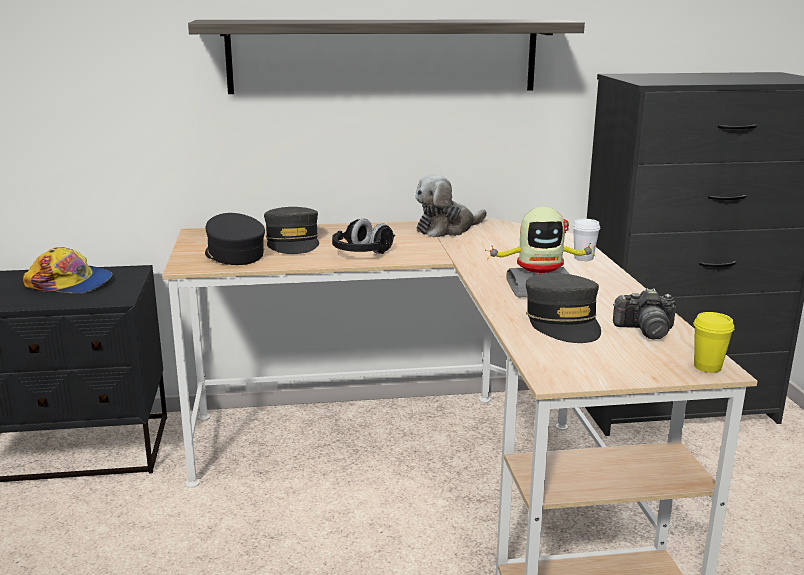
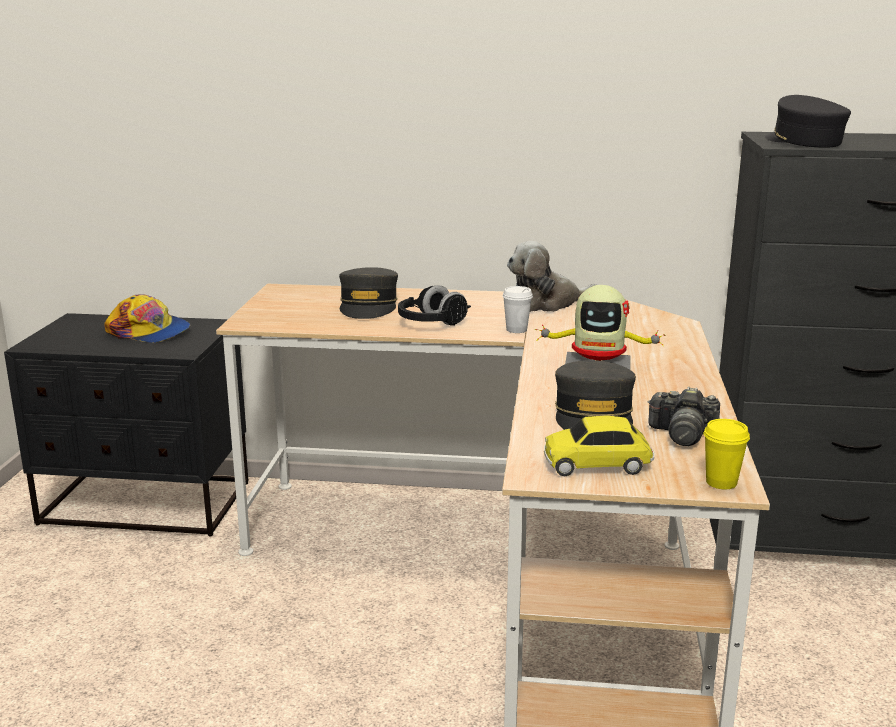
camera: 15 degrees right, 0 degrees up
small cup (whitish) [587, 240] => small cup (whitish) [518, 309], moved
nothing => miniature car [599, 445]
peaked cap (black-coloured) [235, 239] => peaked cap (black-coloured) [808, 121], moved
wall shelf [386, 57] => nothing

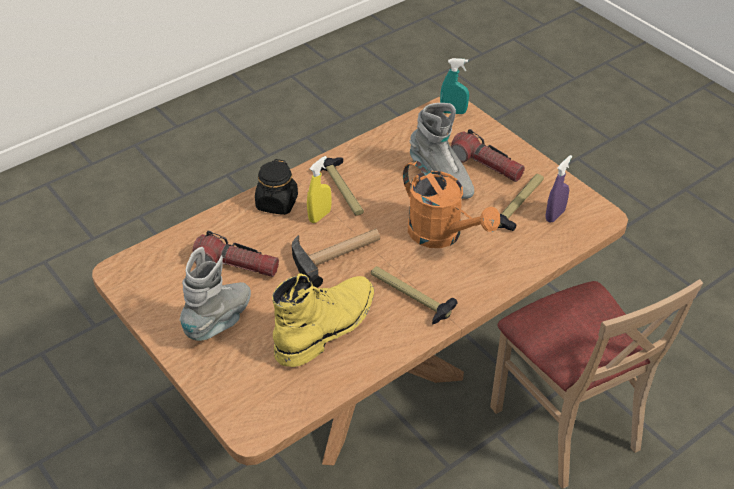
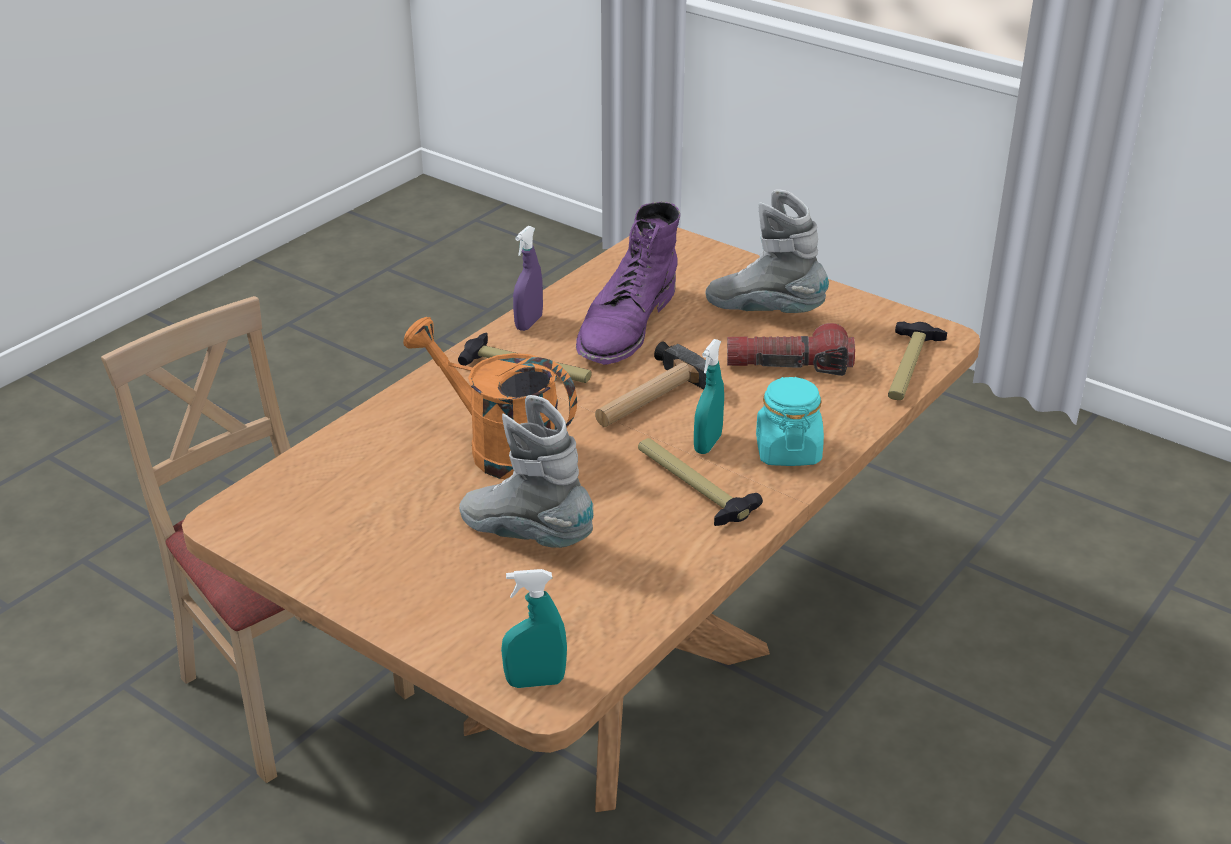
camera: 165 degrees right, 10 degrees down
sprayer (purplish) [559, 188] => sprayer (purplish) [528, 278], moved
tall boot (yellow-coloured) [323, 320] => tall boot (purplish) [628, 283]
sprayer (yellow-coloured) [319, 189] => sprayer (blue-green) [709, 396]
tall boot (grey) [215, 294] => tall boot (grey) [767, 251], 105 degrees clockwise
storage jar (black-coloured) [276, 187] => storage jar (blue-green) [790, 421]
hammer [521, 202] => hammer [917, 361], moved
flashlight [488, 155] => nothing

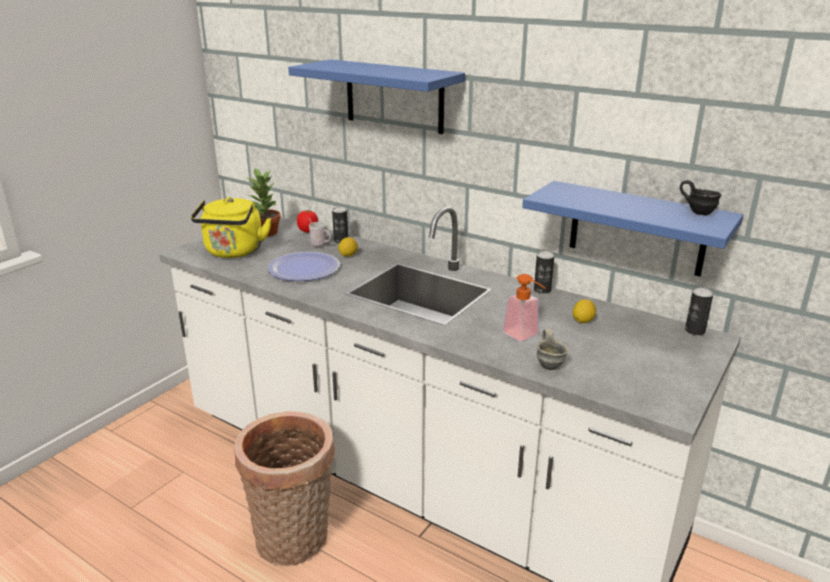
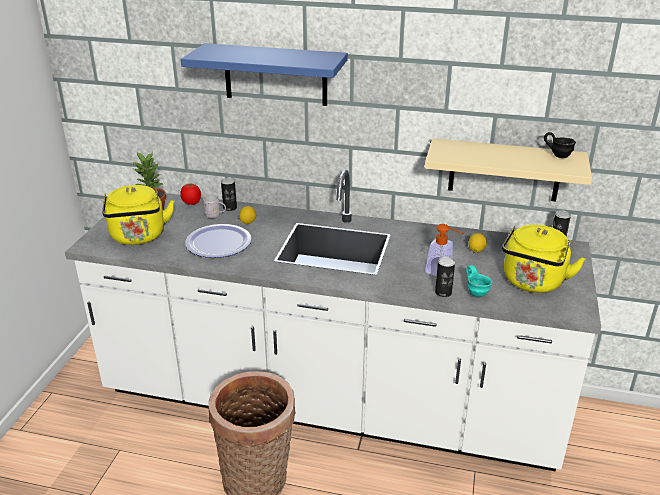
camera: 20 degrees left, 5 degrees up
wall shelf (bluish) [633, 228] => wall shelf (beige) [508, 170]
sealed can [544, 272] => sealed can [445, 277], moved
tea mug (grey) [553, 349] => tea mug (blue-green) [479, 281]
nothing => tea kettle (yellow-coloured) [543, 259]

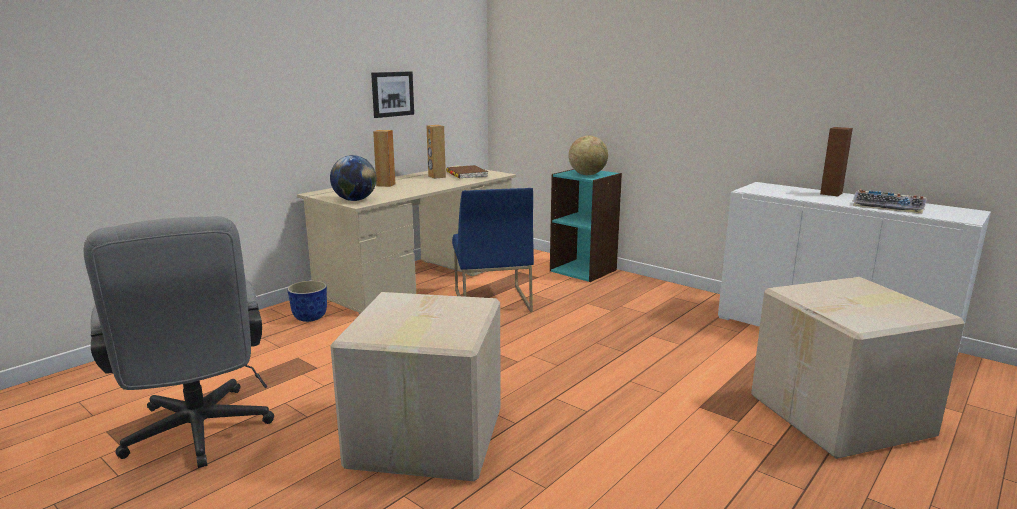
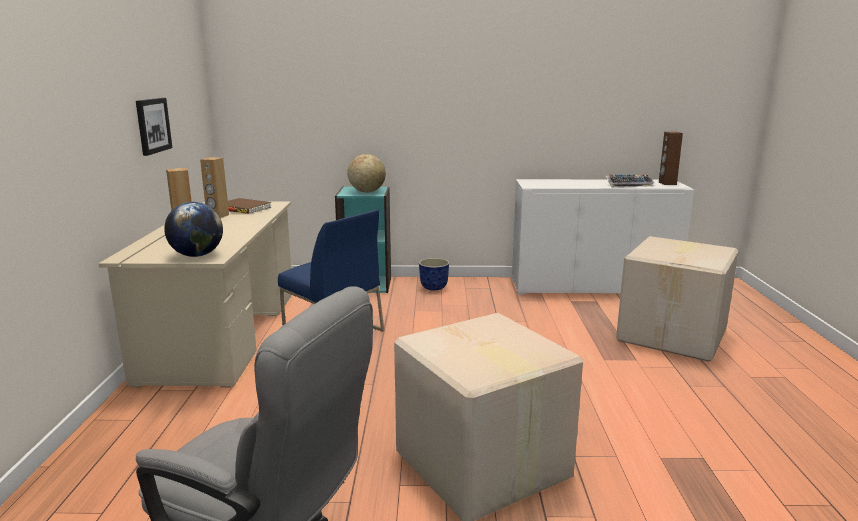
camera: 40 degrees left, 0 degrees up
planter [307, 301] => planter [434, 274], moved
loudspeaker (brown) [836, 161] => loudspeaker (brown) [671, 158], moved

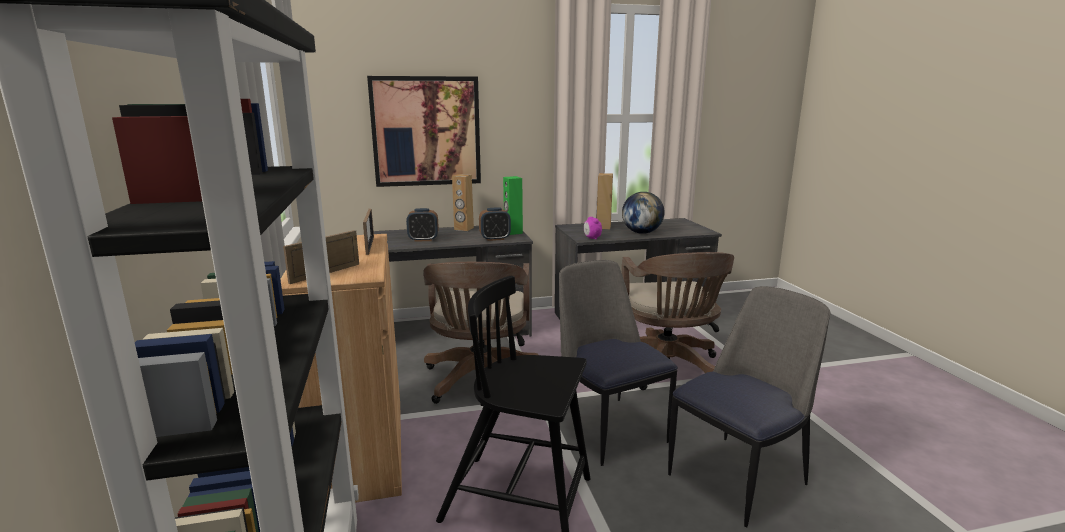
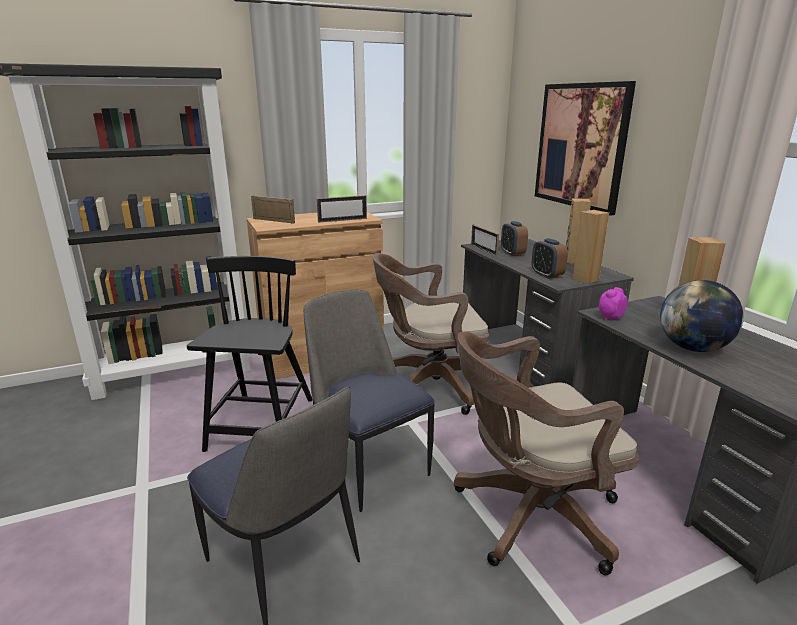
camera: 80 degrees right, 5 degrees up
chair [618, 363] => chair [369, 400], 90 degrees counterclockwise
nothing => picture frame [485, 240]
loudspeaker (green-coloured) [513, 205] => loudspeaker (brown) [591, 247]

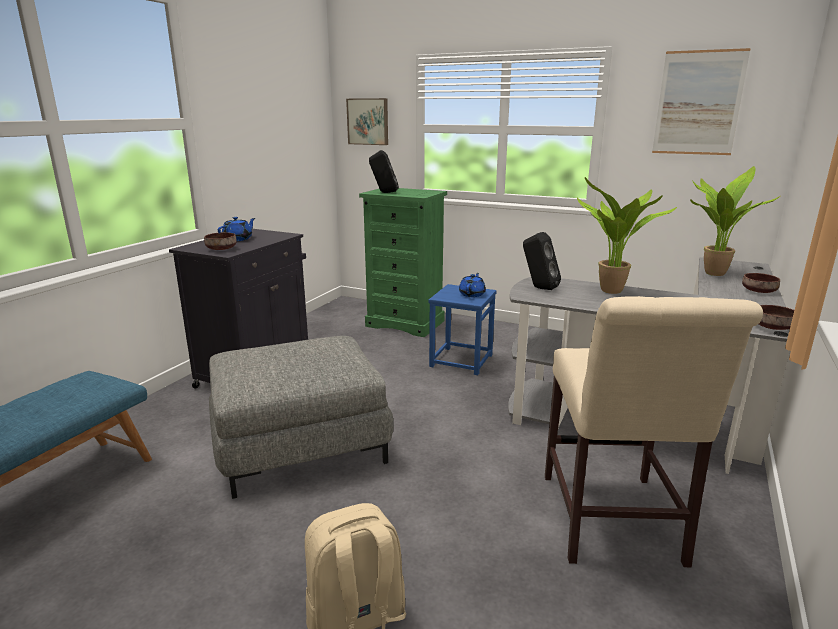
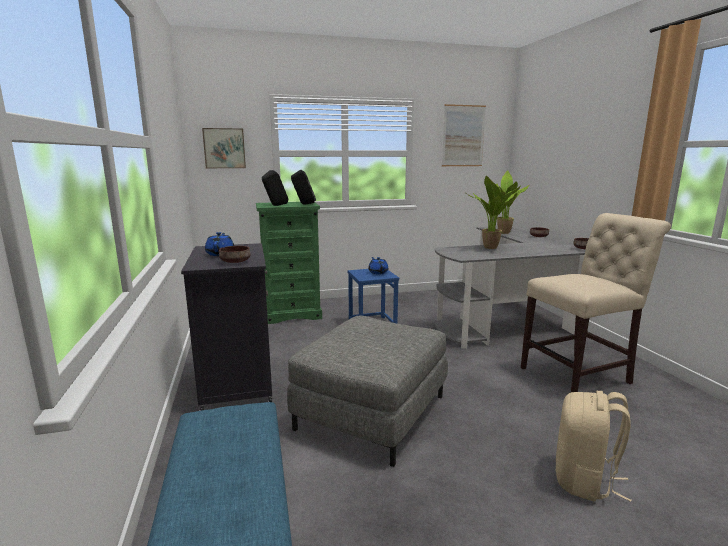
camera: 40 degrees left, 5 degrees down
loudspeaker (black-coloured) [542, 261] => loudspeaker (black-coloured) [303, 187], moved
chair (beige) [654, 431] => chair (beige) [596, 302], 75 degrees counterclockwise

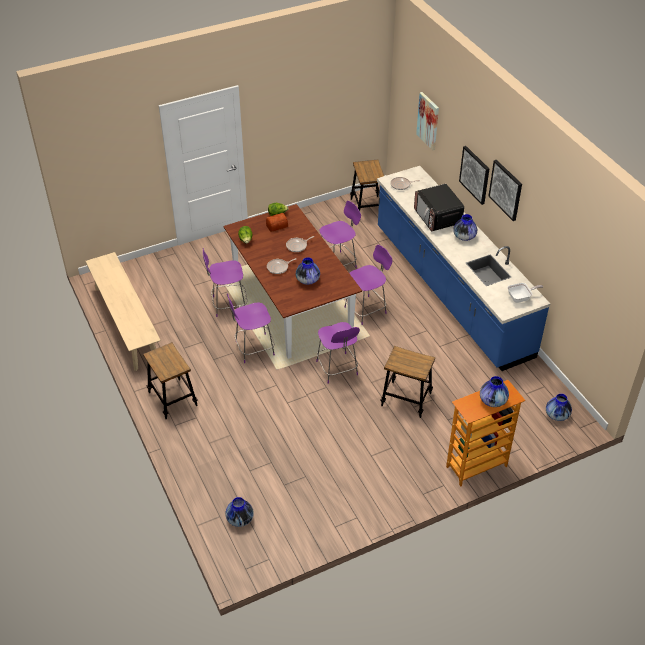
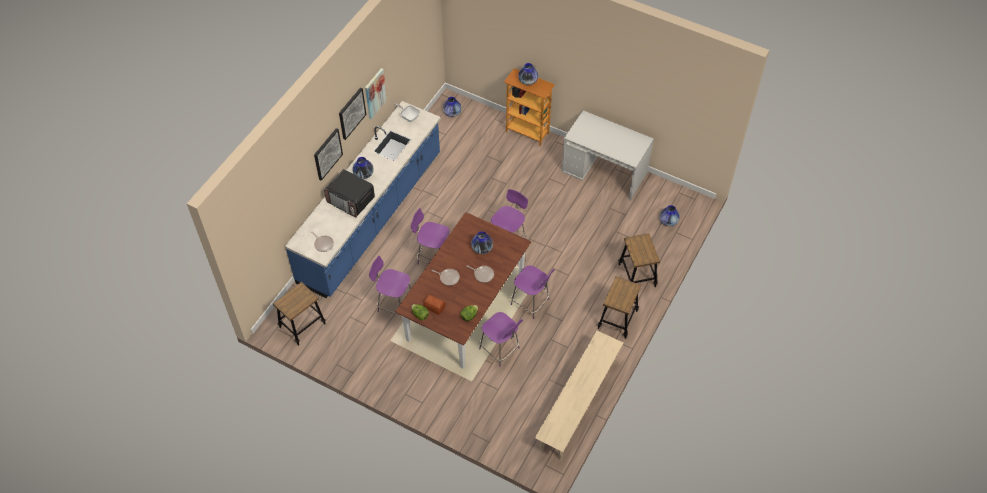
camera: 125 degrees left, 10 degrees up
microwave oven [439, 207] => microwave oven [349, 193], 90 degrees clockwise
picture [427, 121] => picture [376, 93], moved
nothing => desk table (whitish) [608, 155]
stool seat [407, 382] => stool seat [639, 260], moved

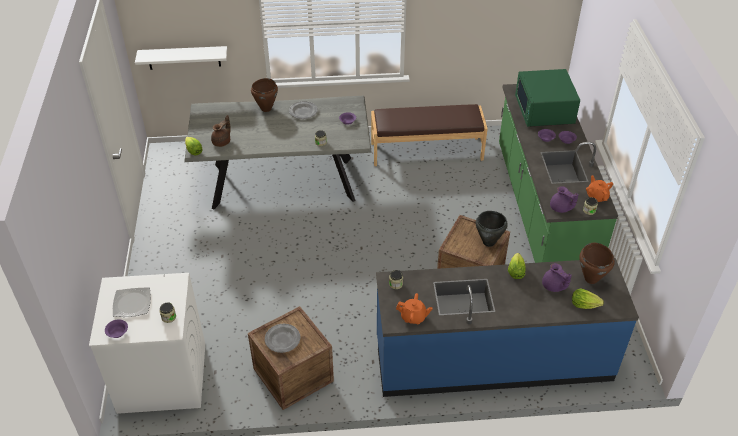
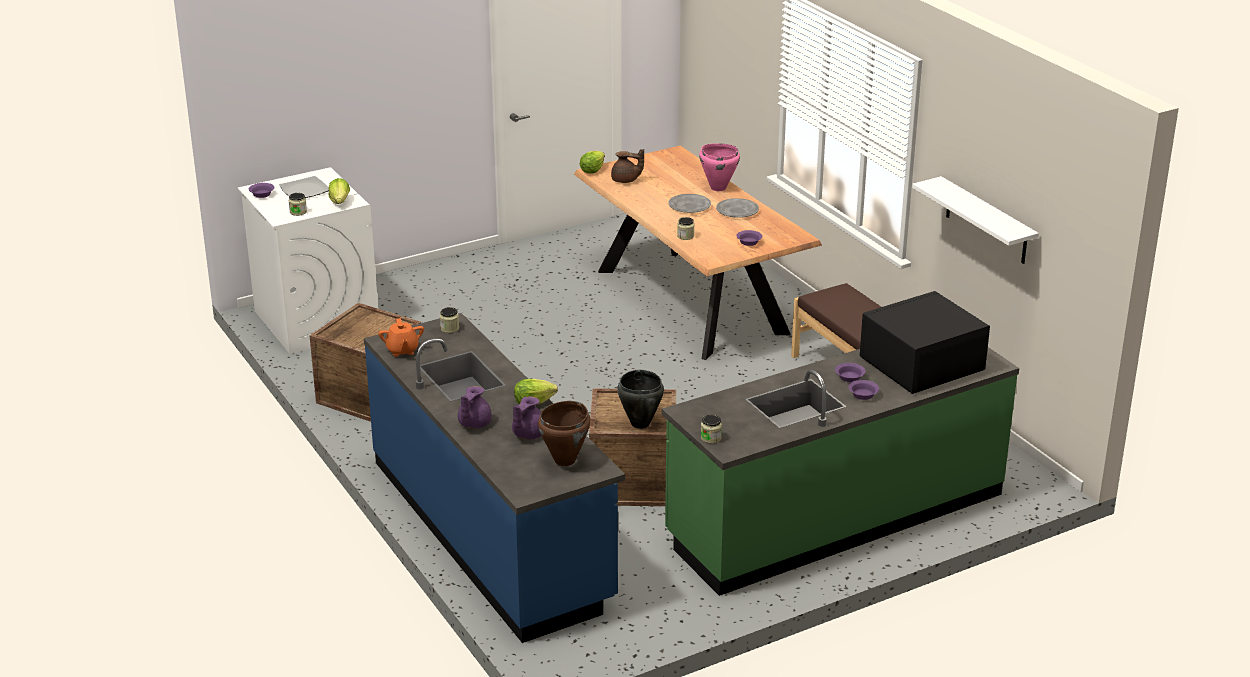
camera: 65 degrees right, 15 degrees down
lettuce [588, 298] => lettuce [339, 191], moved
teapot (purplish) [564, 199] => teapot (purplish) [475, 407], moved
kitchen table (grey) [278, 152] => kitchen table (brown) [698, 253]
flat dish (grey) [282, 338] => flat dish (grey) [689, 203], moved
stockpot (brown) [264, 95] => stockpot (pink) [719, 167]
microwave oven (green-coloured) [547, 98] => microwave oven (black-coloured) [925, 342]
wall shelf (whitish) [181, 58] => wall shelf (whitish) [975, 220], moved
teapot (orange) [599, 188] => nothing

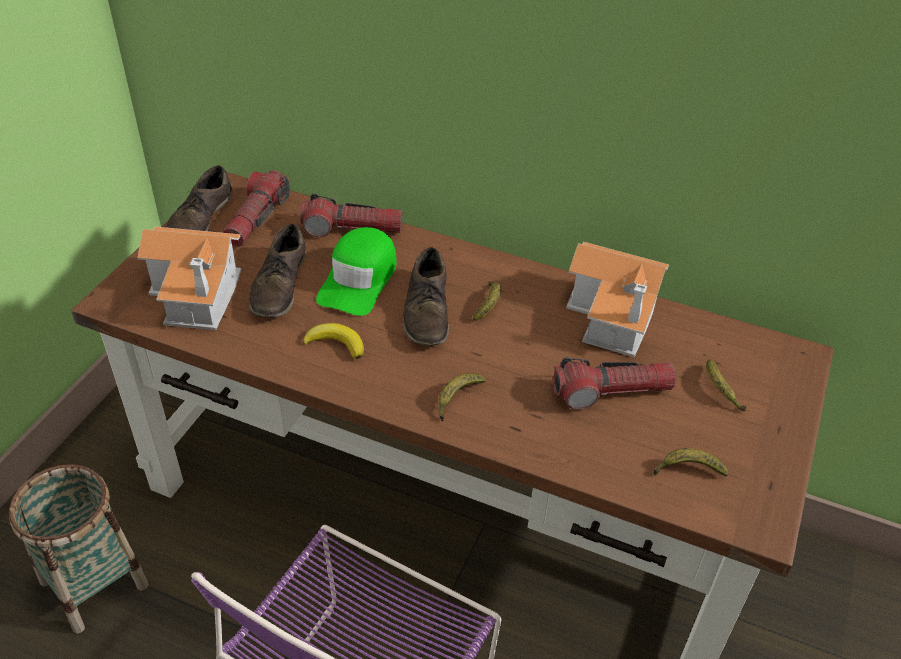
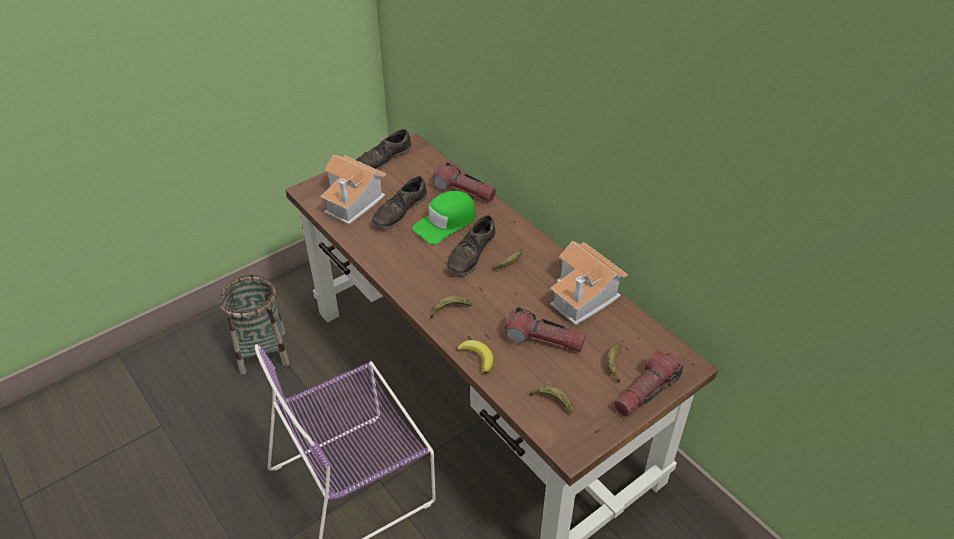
camera: 30 degrees right, 0 degrees up
whole banana [333, 341] => whole banana [475, 357], moved
flashlight [256, 208] => flashlight [649, 383], moved

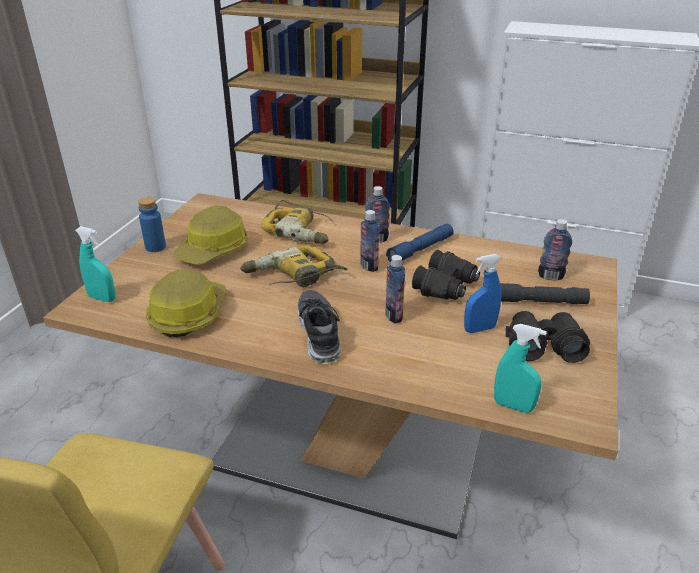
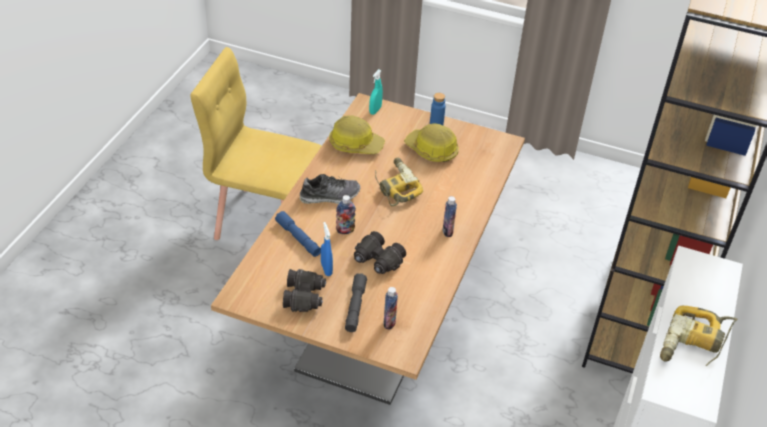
camera: 90 degrees right, 10 degrees up
flashlight (bluish) [420, 243] => flashlight (bluish) [298, 234], moved
electric drill [297, 222] => electric drill [698, 336], moved
beverage bottle [369, 241] => nothing
sprayer (blue-green) [520, 368] => nothing

